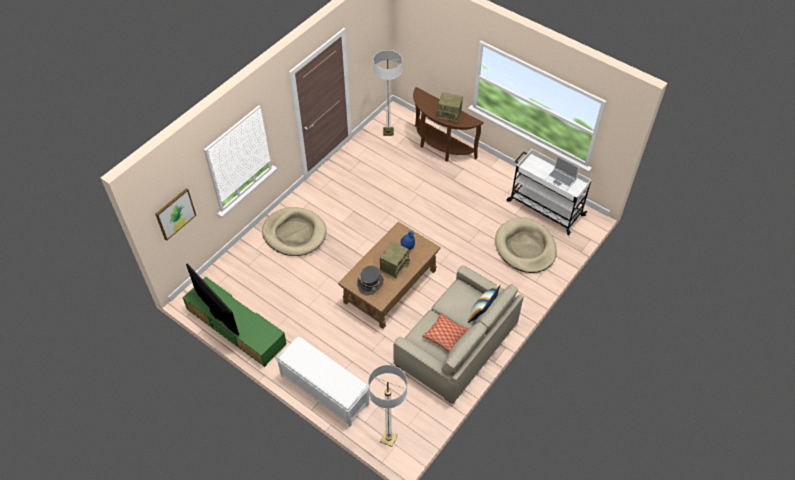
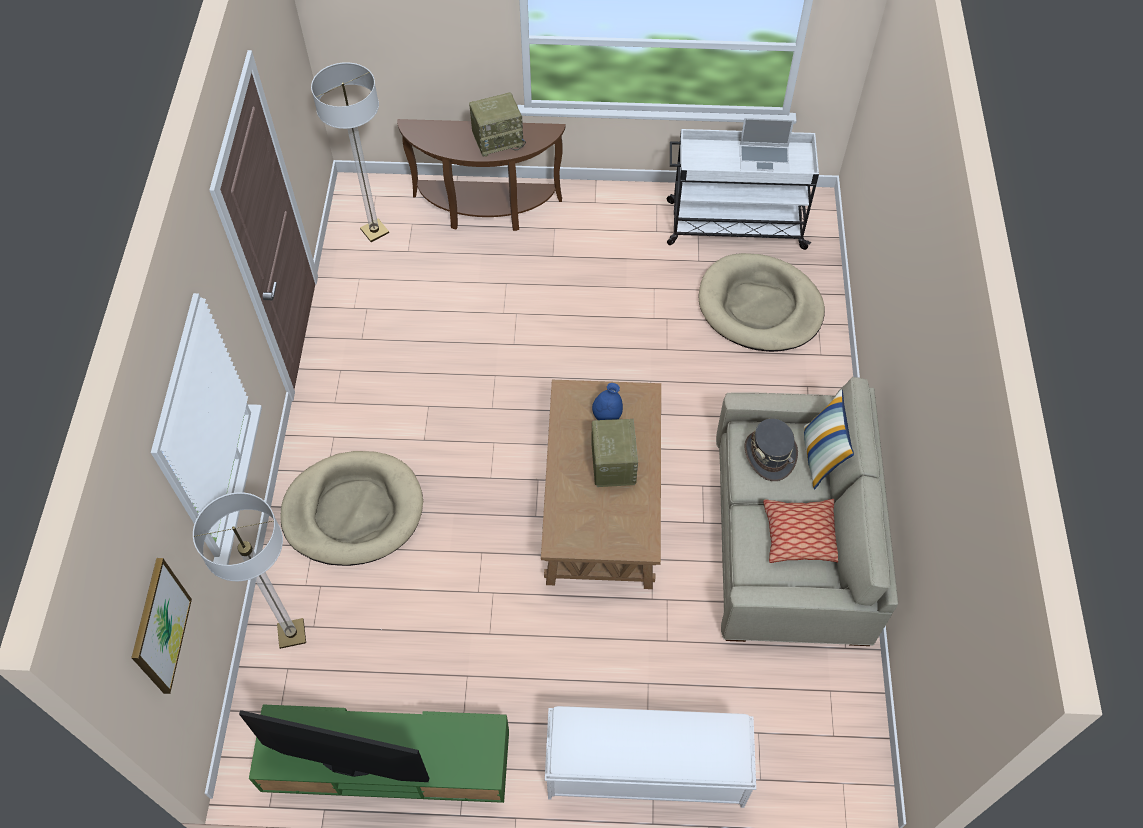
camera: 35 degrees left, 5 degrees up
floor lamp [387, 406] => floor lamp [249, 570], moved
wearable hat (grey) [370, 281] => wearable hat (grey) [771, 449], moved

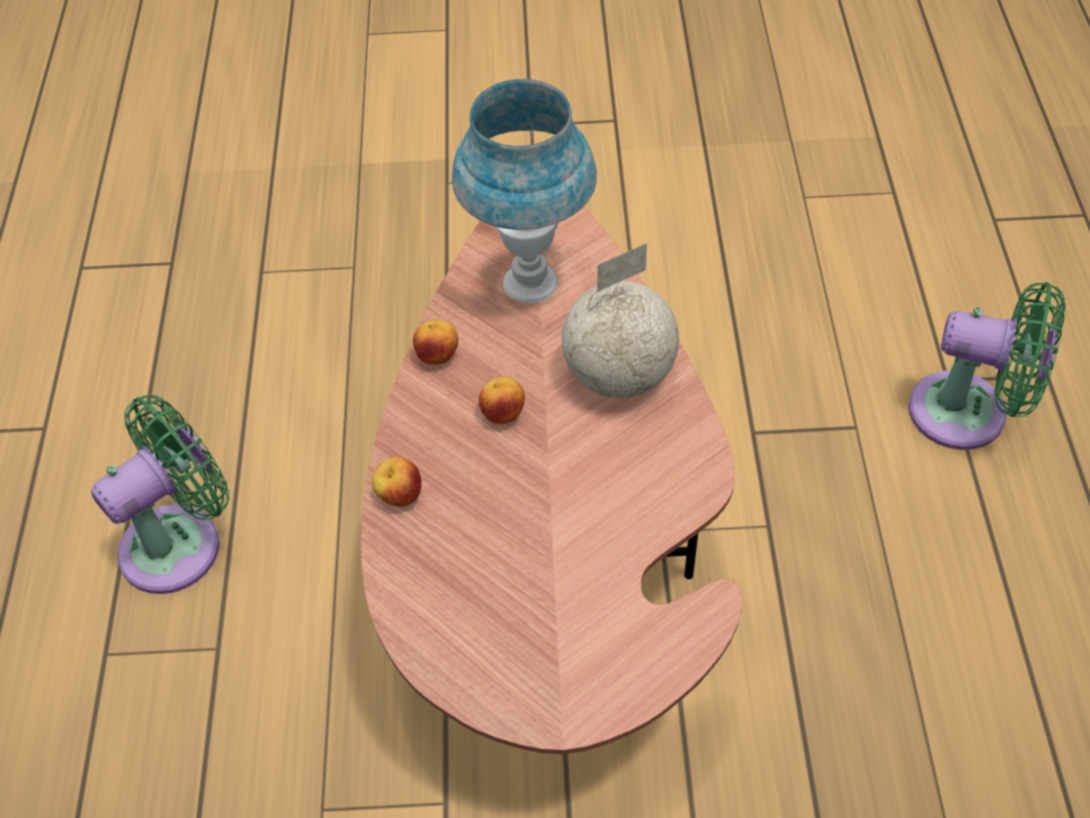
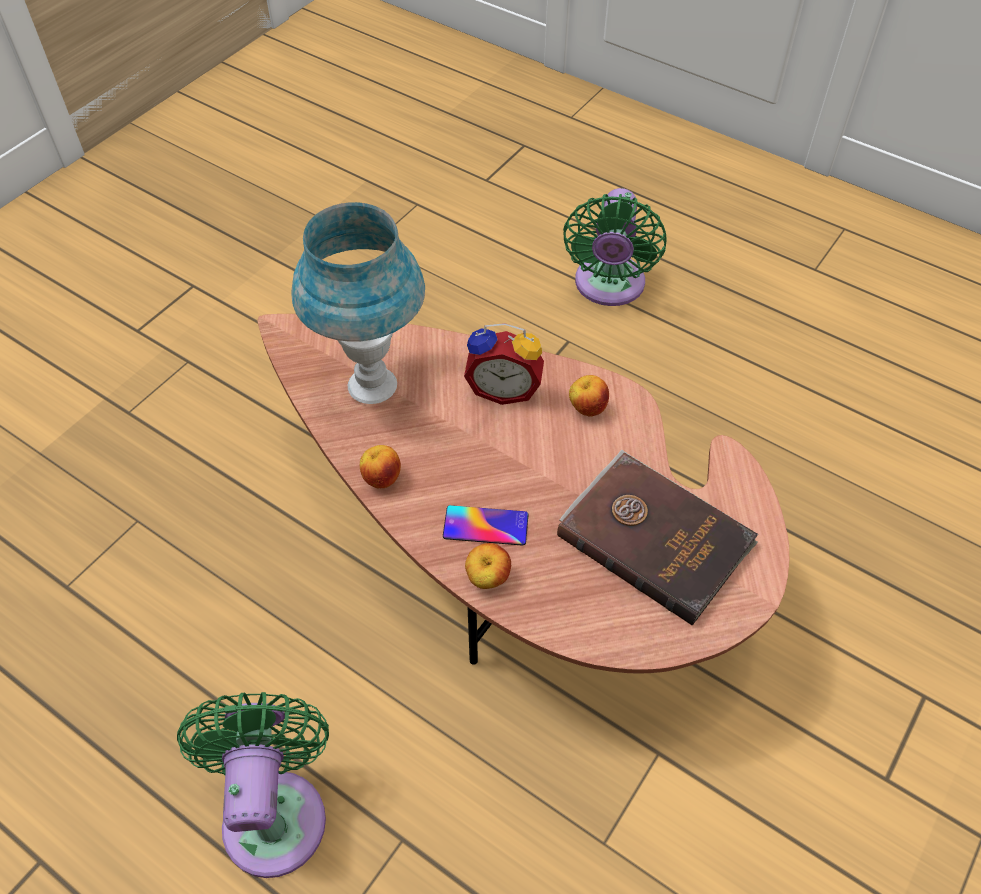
camera: 55 degrees left, 0 degrees up
nothing => handset [486, 525]
desk globe [620, 320] => bedside clock [504, 364]
nothing => volume (brown) [657, 538]
electric fan (green-coloured) [986, 366] => electric fan (green-coloured) [615, 247], 135 degrees clockwise
apple fruit [502, 400] => apple fruit [589, 396], moved

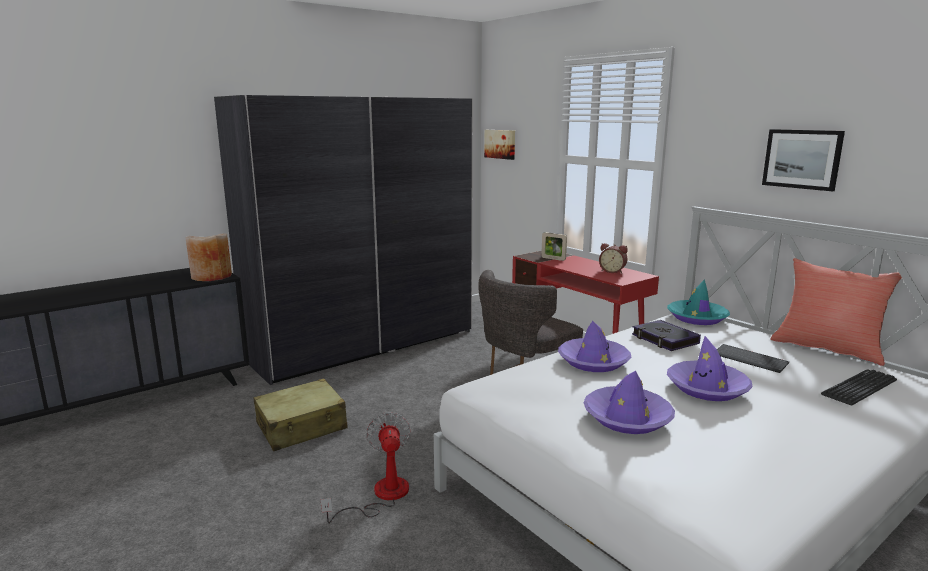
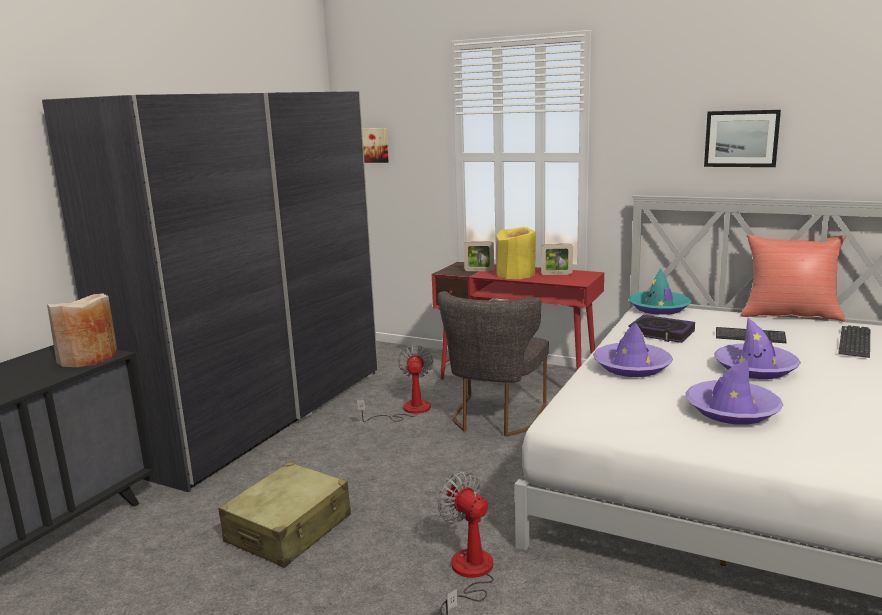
camera: 25 degrees left, 0 degrees up
nothing => electric fan [395, 383]
nothing => flower vase (yellow-coloured) [516, 253]
bedside clock [613, 258] => picture frame [557, 259]

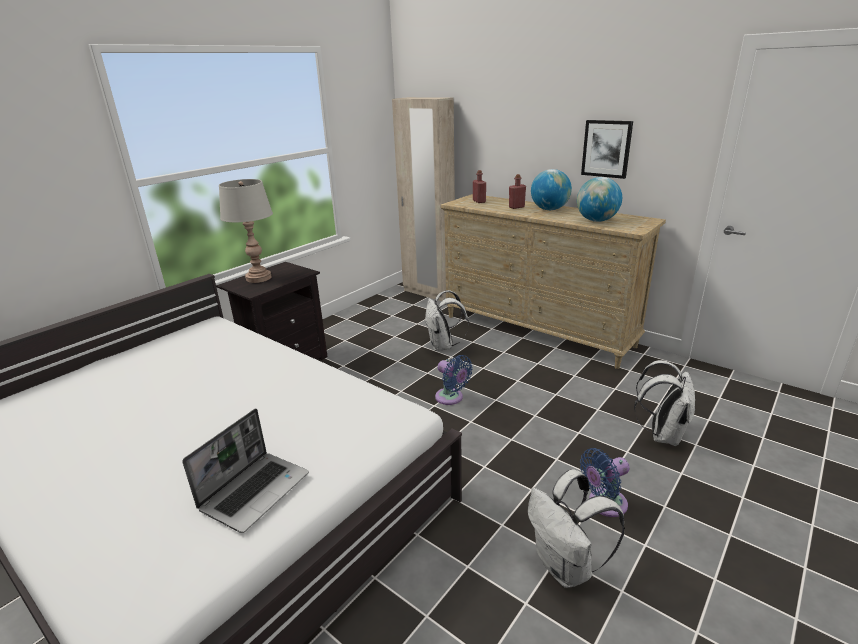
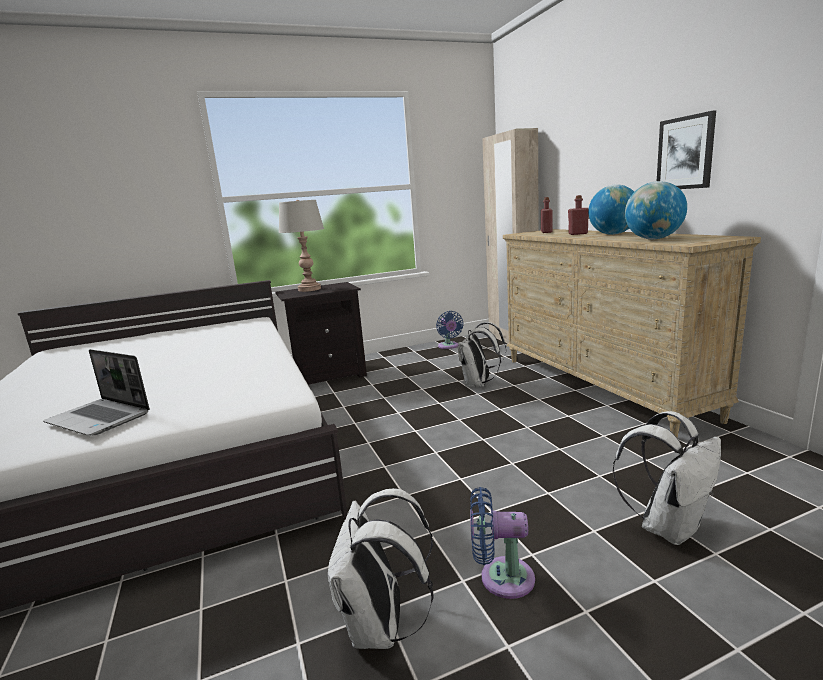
camera: 30 degrees right, 10 degrees down
notebook computer [245, 471] => notebook computer [96, 392], 60 degrees clockwise
electric fan (bluish) [454, 380] => electric fan (bluish) [450, 330], moved

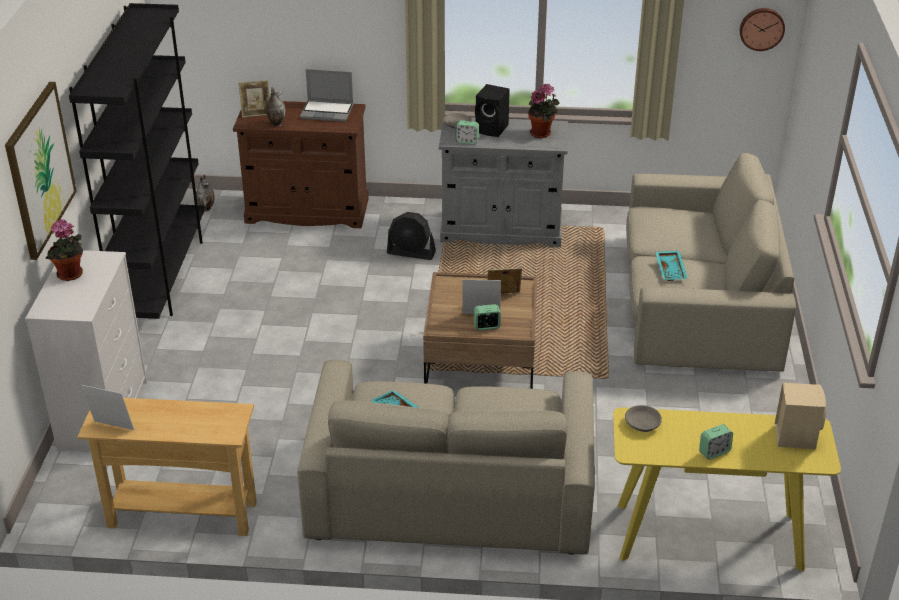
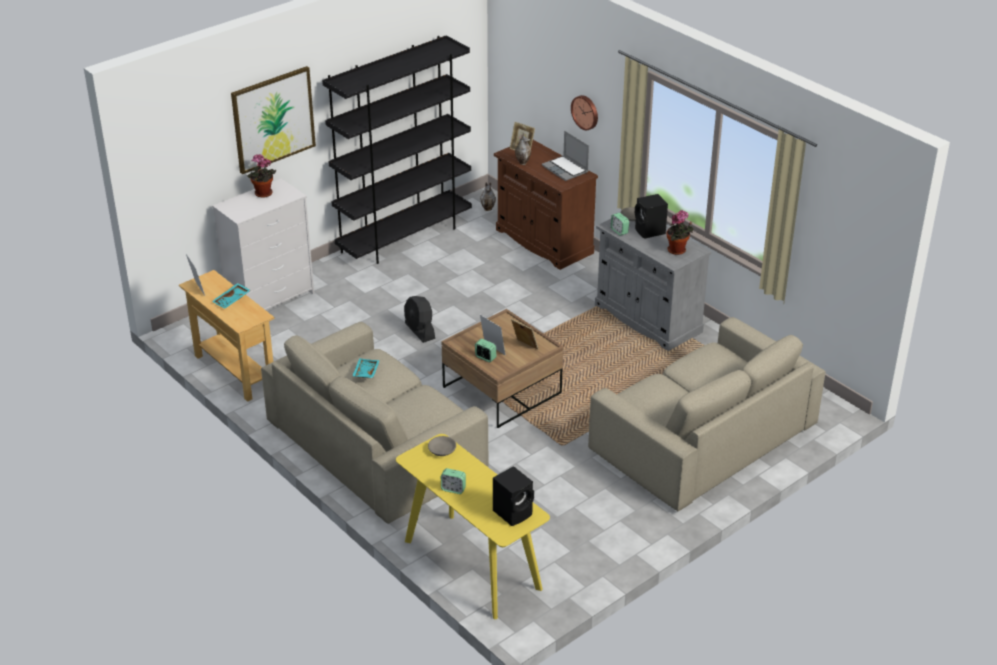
camera: 45 degrees right, 0 degrees up
tray (blue-green) [671, 266] => tray (blue-green) [231, 295], moved
electric fan (black-coloured) [411, 236] => electric fan (black-coloured) [419, 319], moved
loudspeaker (beige) [800, 416] => loudspeaker (black-coloured) [513, 496]
hanging clock [762, 29] => hanging clock [584, 112], moved

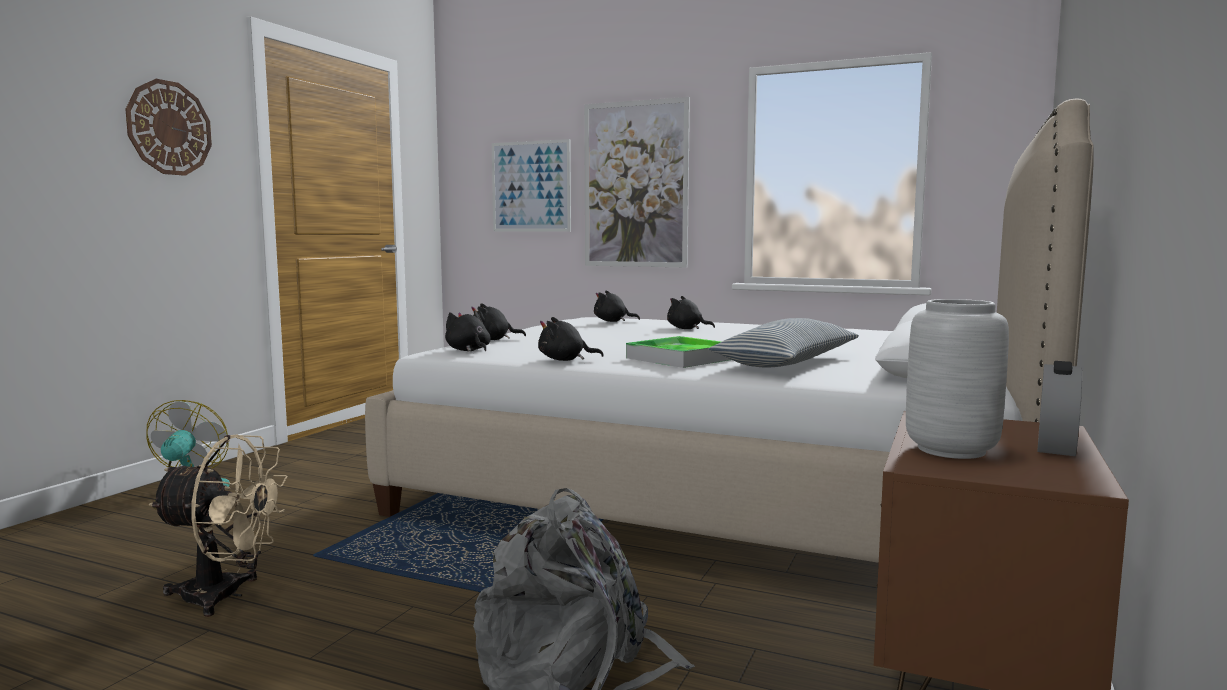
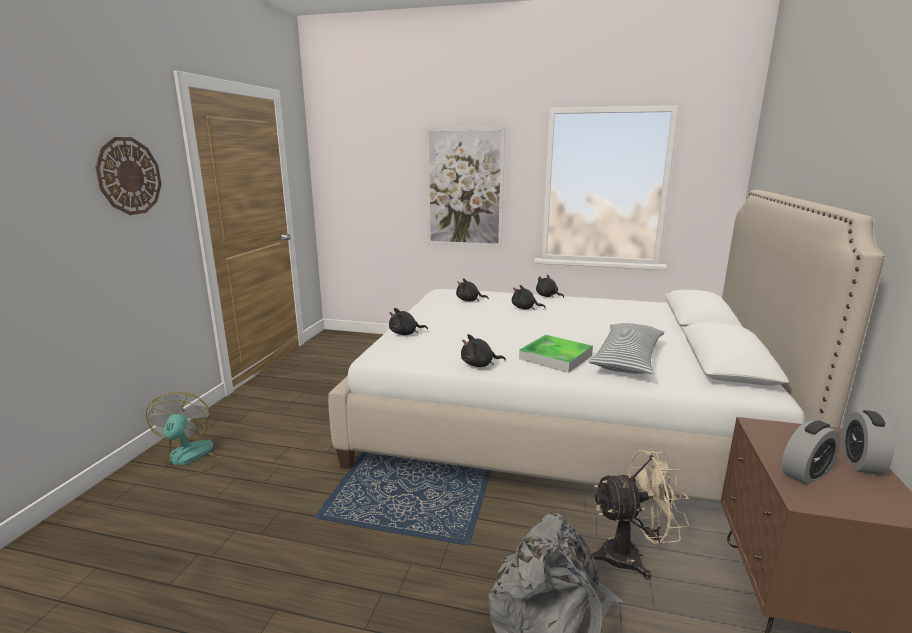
camera: 10 degrees left, 10 degrees up
soft toy (black-coloured) [468, 331] => soft toy (black-coloured) [550, 286], moved
electric fan (beige) [218, 526] => electric fan (beige) [640, 515], moved
flower vase (grey) [957, 379] => bedside clock [811, 453]
picture [531, 185] => nothing

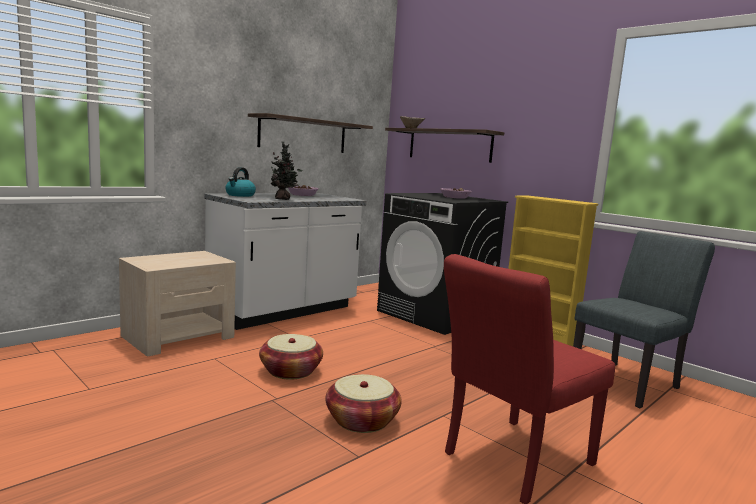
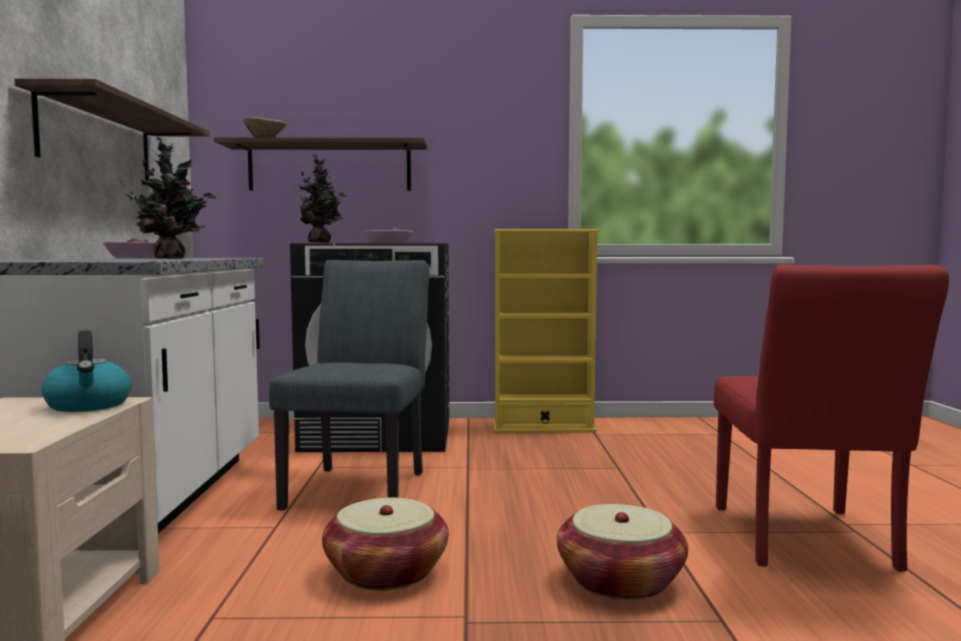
camera: 45 degrees left, 5 degrees down
tea kettle [240, 182] => tea kettle [86, 371], moved
chair (grey) [644, 319] => chair (grey) [349, 385], moved
nothing => houseplant [320, 199]

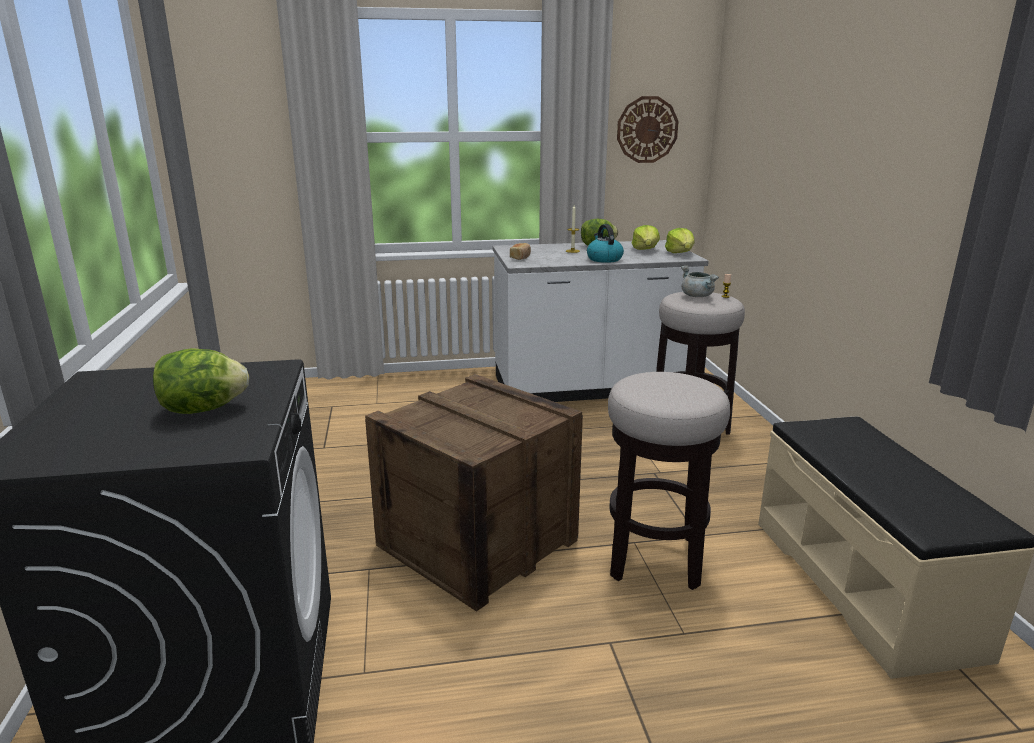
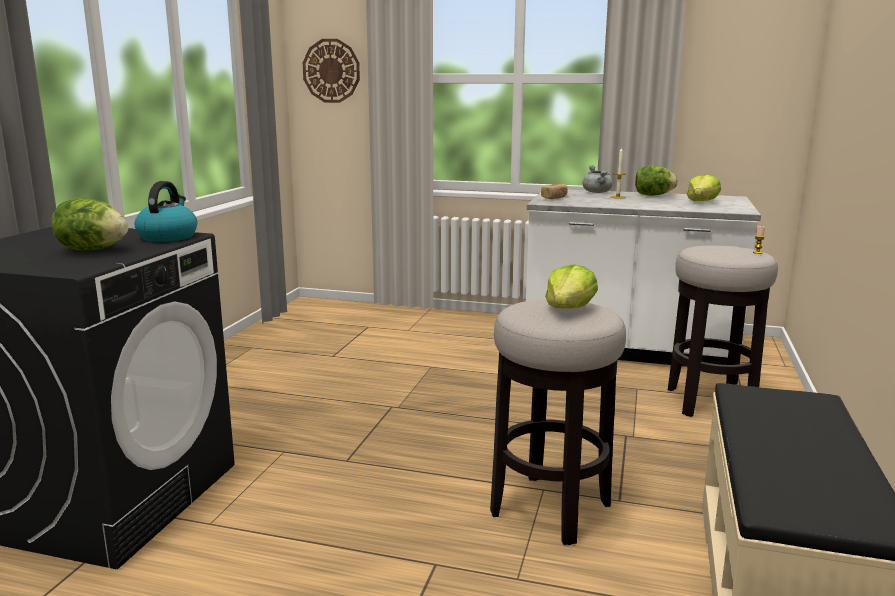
camera: 25 degrees right, 5 degrees down
tea kettle [605, 243] => tea kettle [165, 211], moved
hanging clock [648, 129] => hanging clock [331, 71], moved
lettuce [680, 240] => lettuce [571, 286], moved
stockpot (grey) [700, 281] => stockpot (grey) [597, 179], moved
shipping crate [474, 493] => nothing

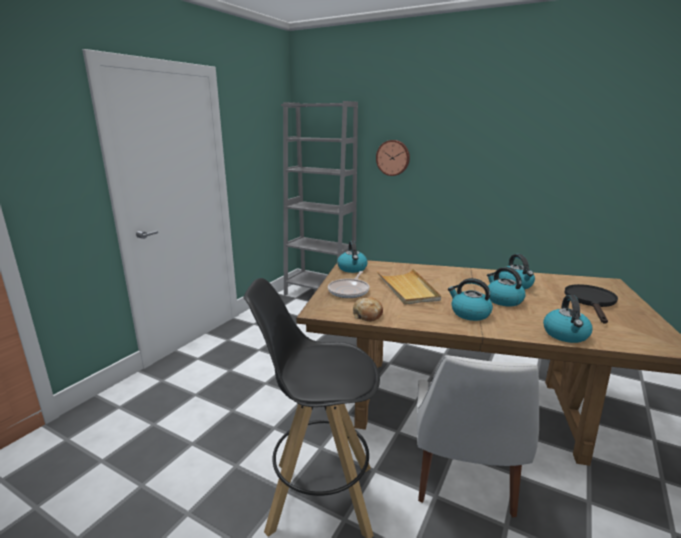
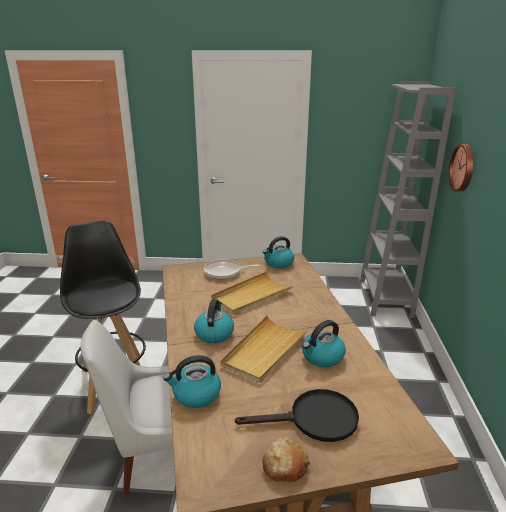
camera: 65 degrees right, 5 degrees up
tea kettle [506, 286] => tray (beige) [264, 349]
baked bread [368, 309] => baked bread [286, 459], moved

